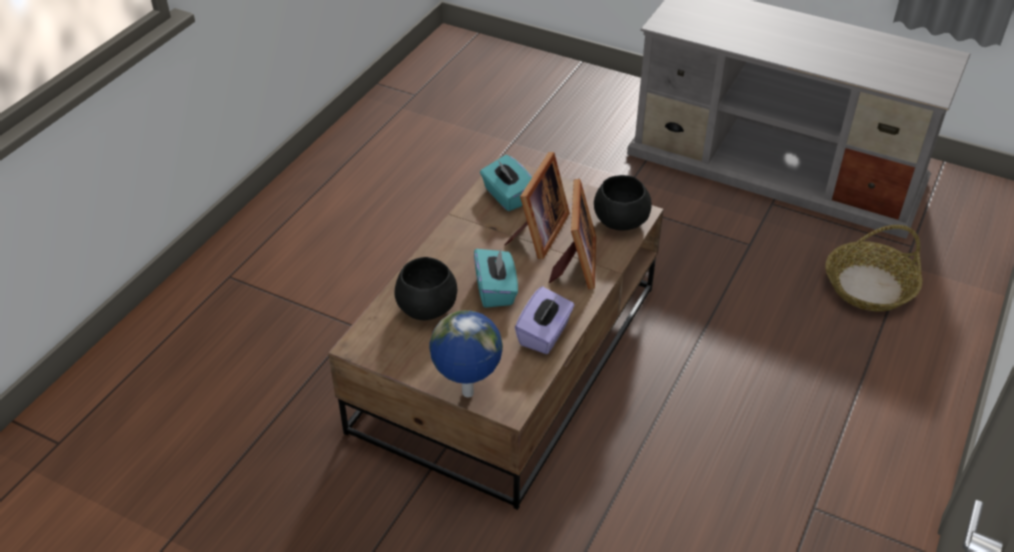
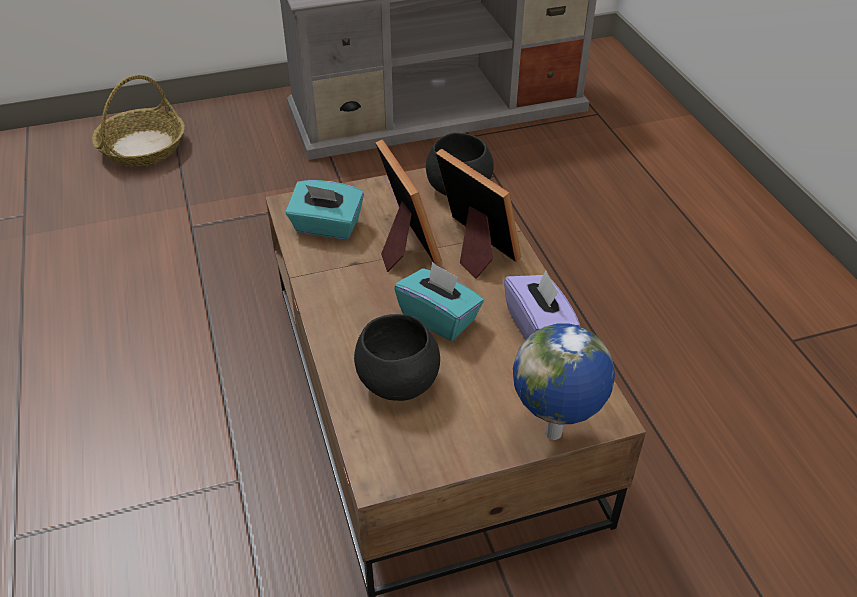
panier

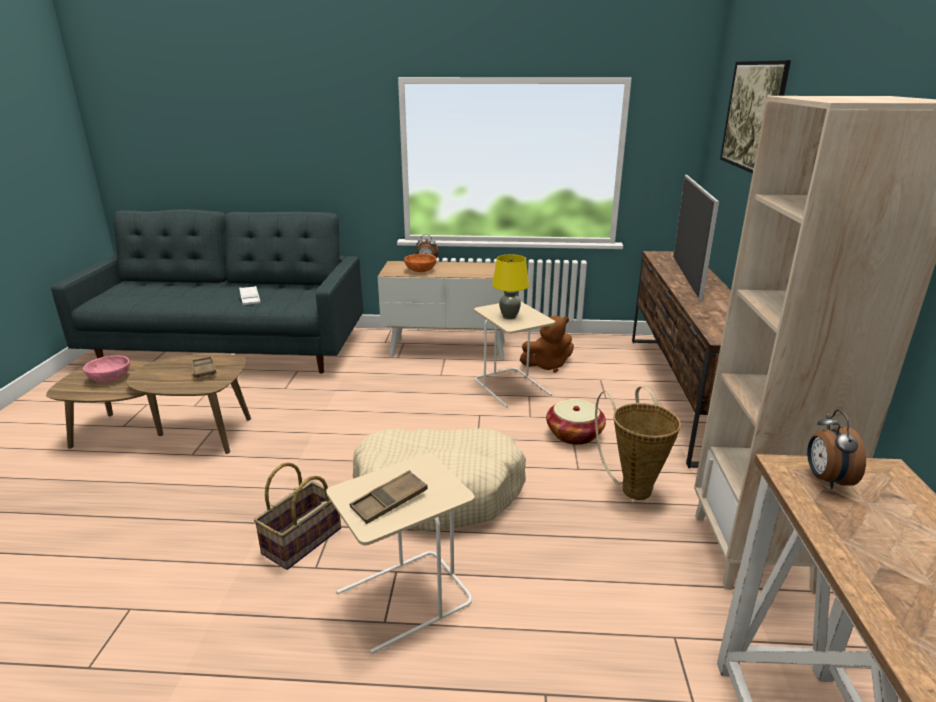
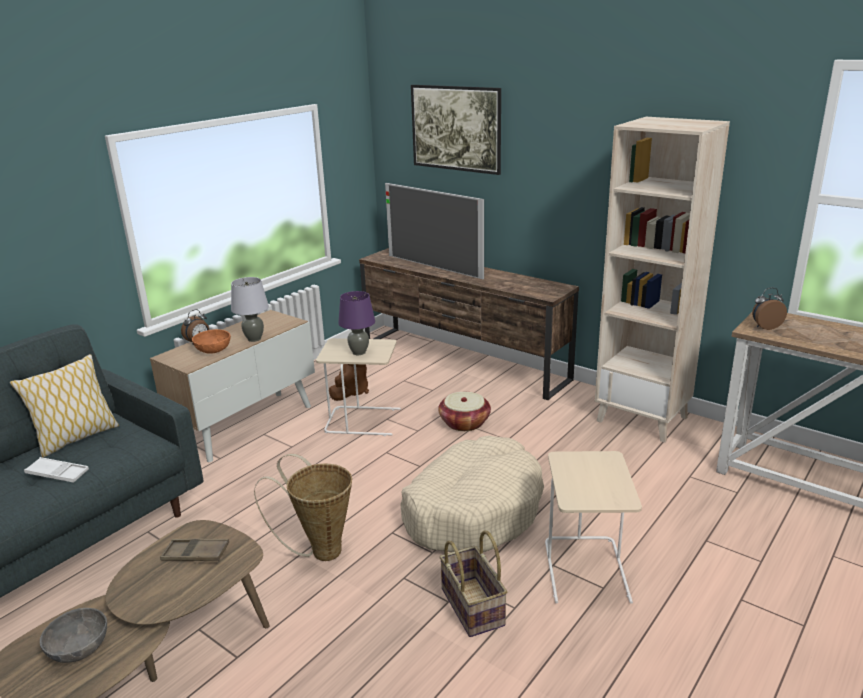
coussin
bol/gris
lampe de table/gris
panier (no. 1 from left)
lampe de table/violet
réveil (no. 2 from left)
plateau/marron (no. 2 from left in the first image)

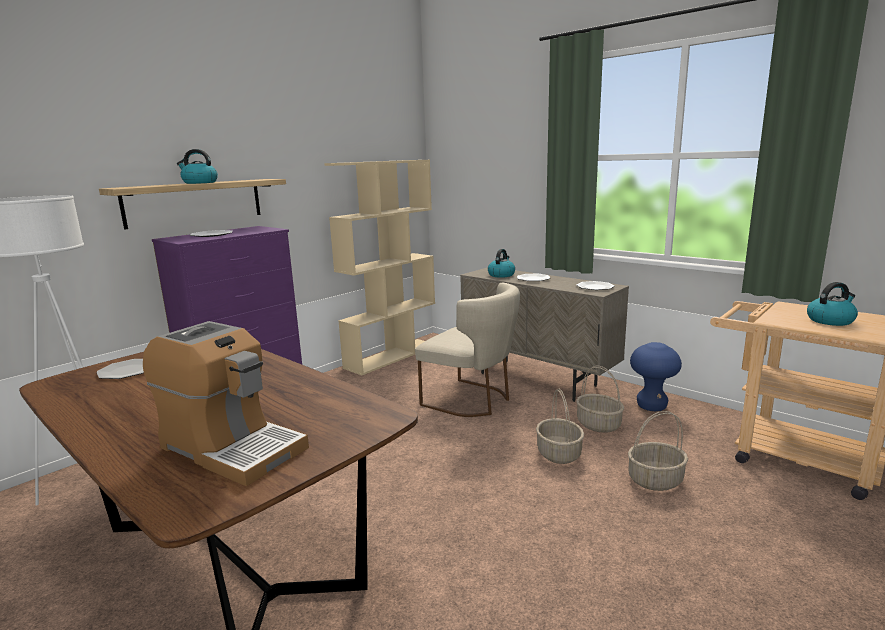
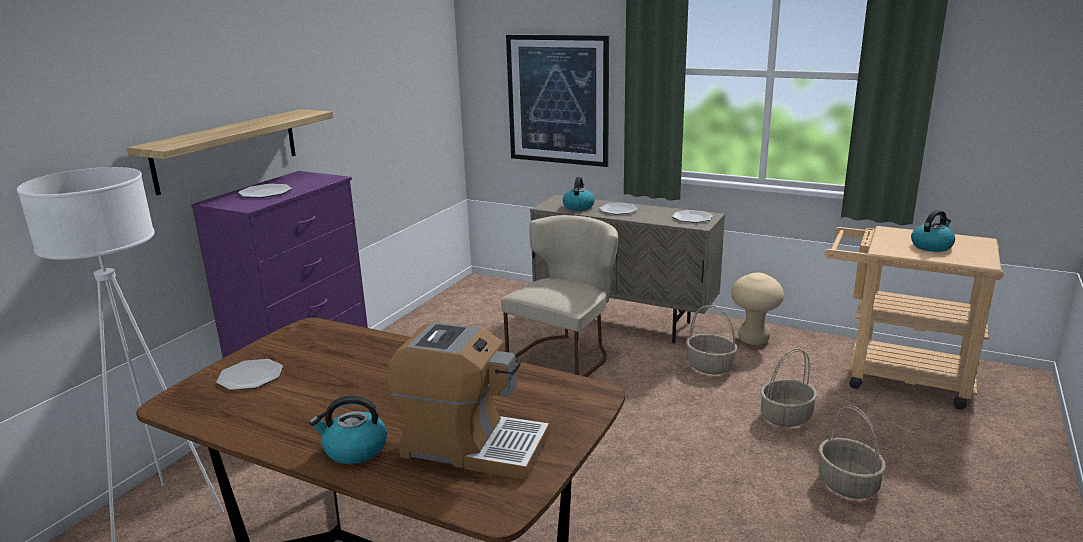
bouilloire (no. 1 from left)
chaise/beige
tableau
tabouret/beige
panier (no. 3 from left)
bibliothèque/beige

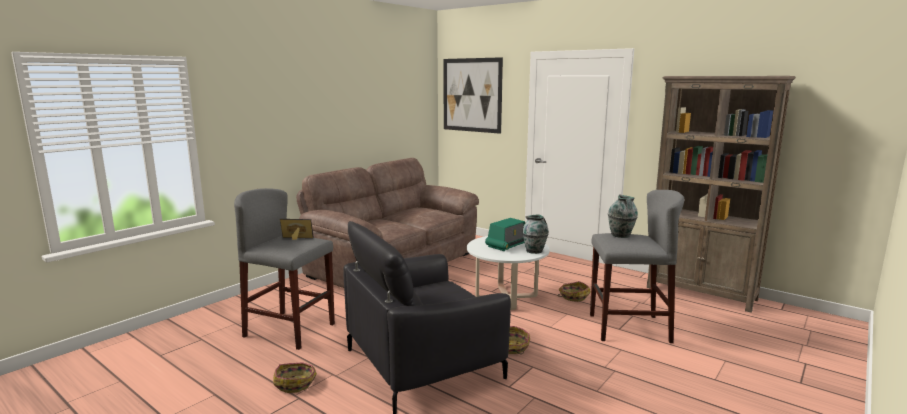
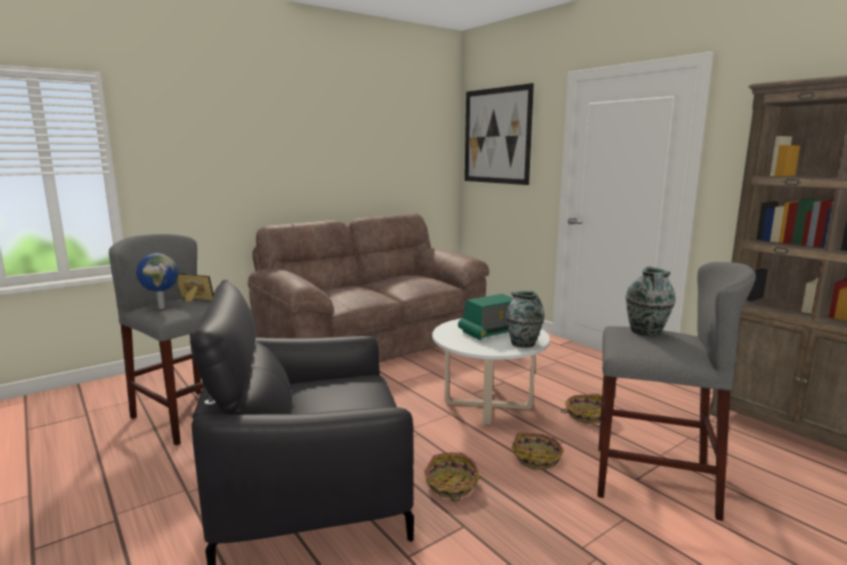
globe
panier (no. 2 from left)

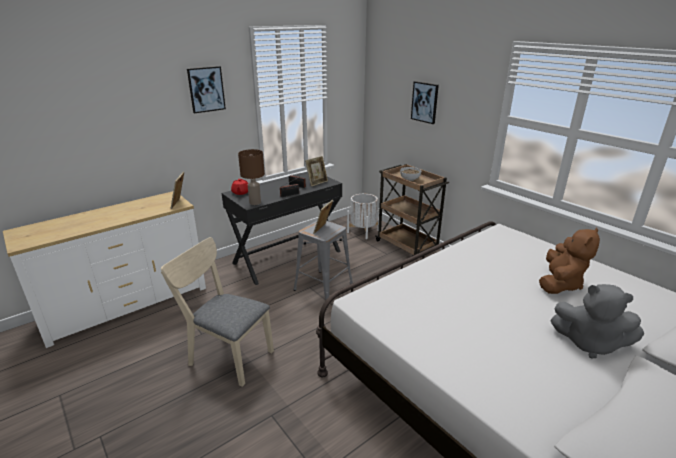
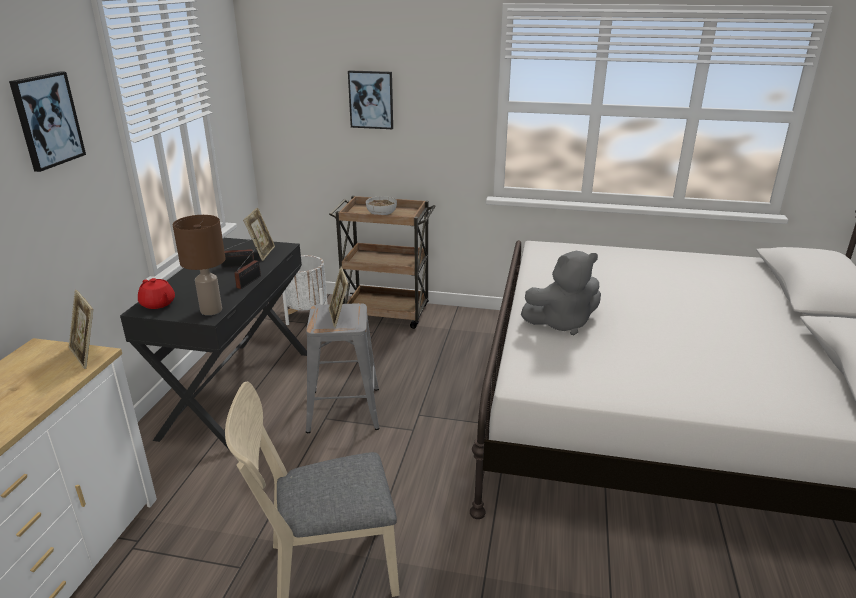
peluche/gris
peluche/marron

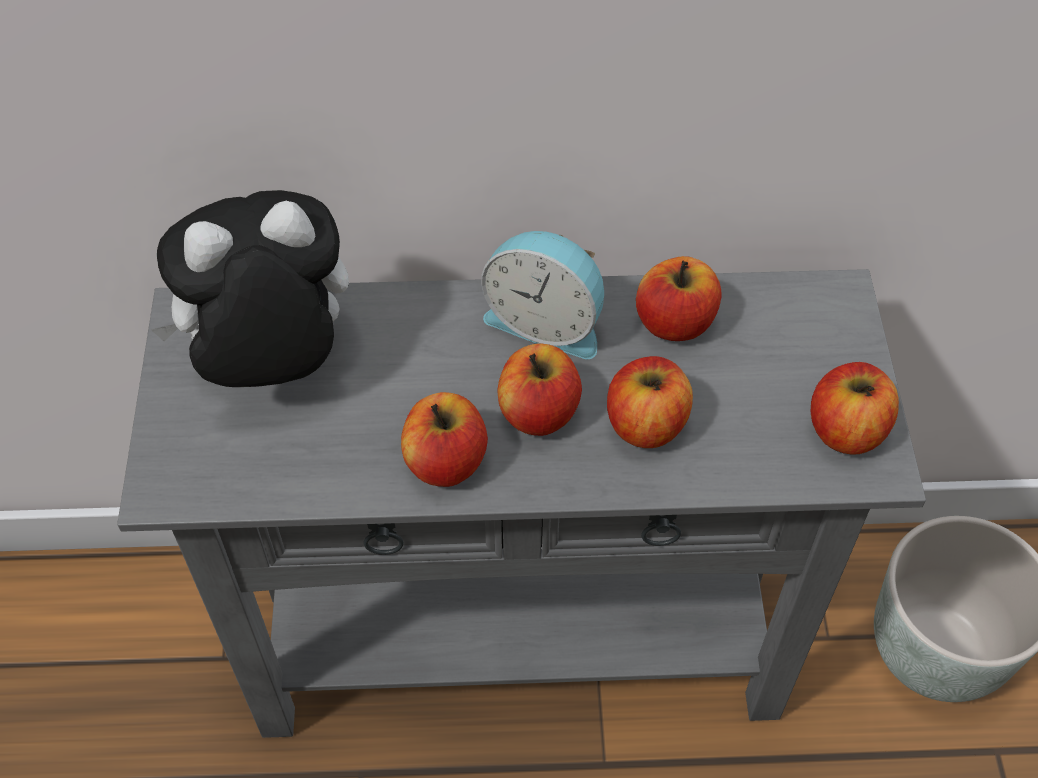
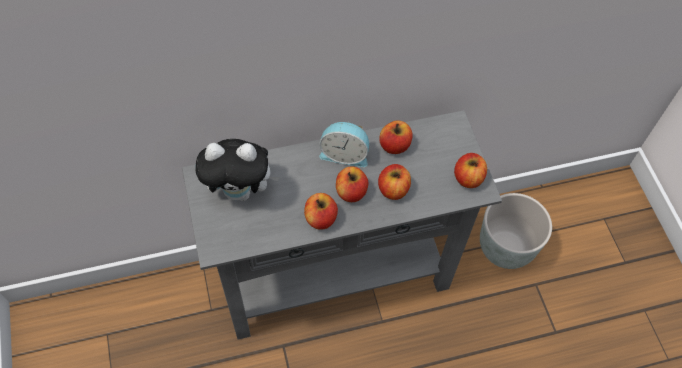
peluche

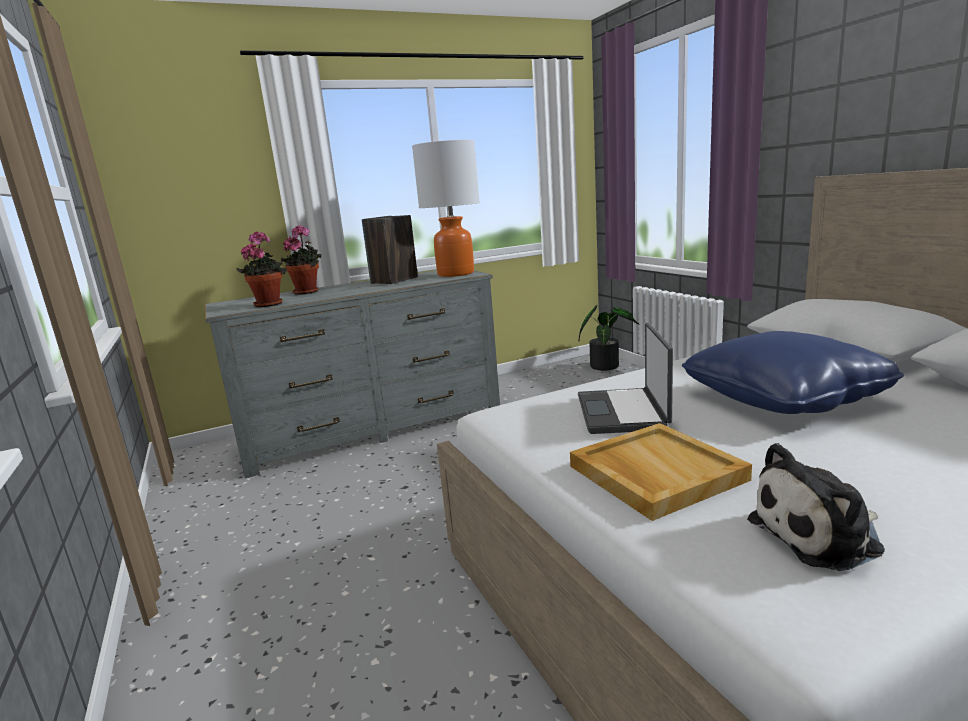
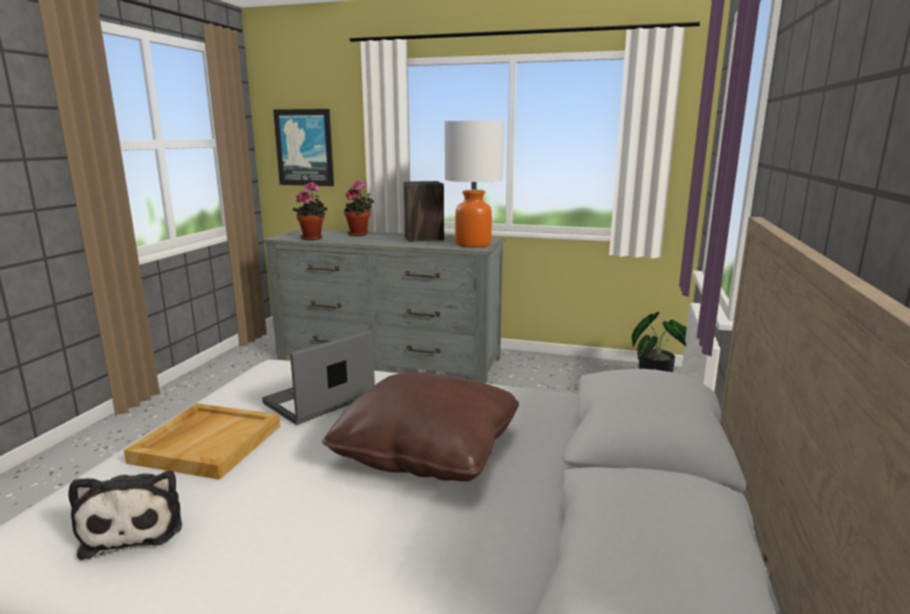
peluche
tableau
coussin/marron

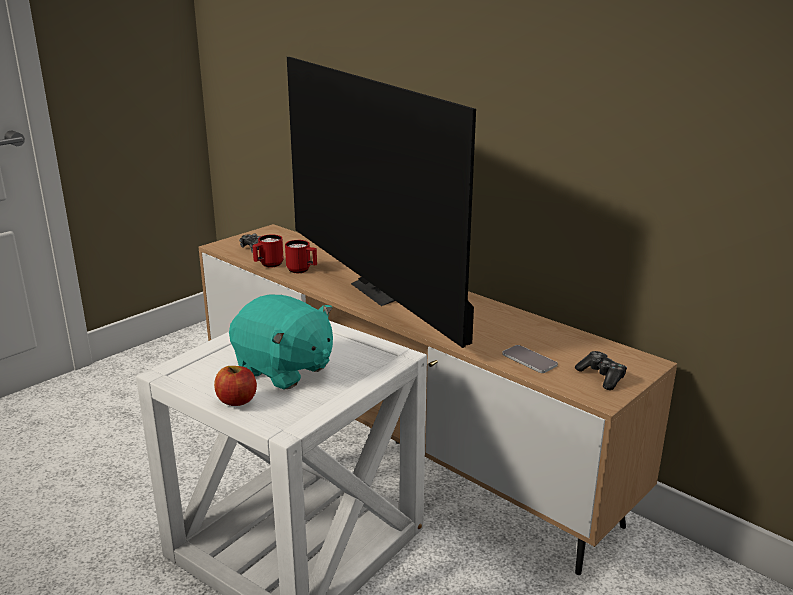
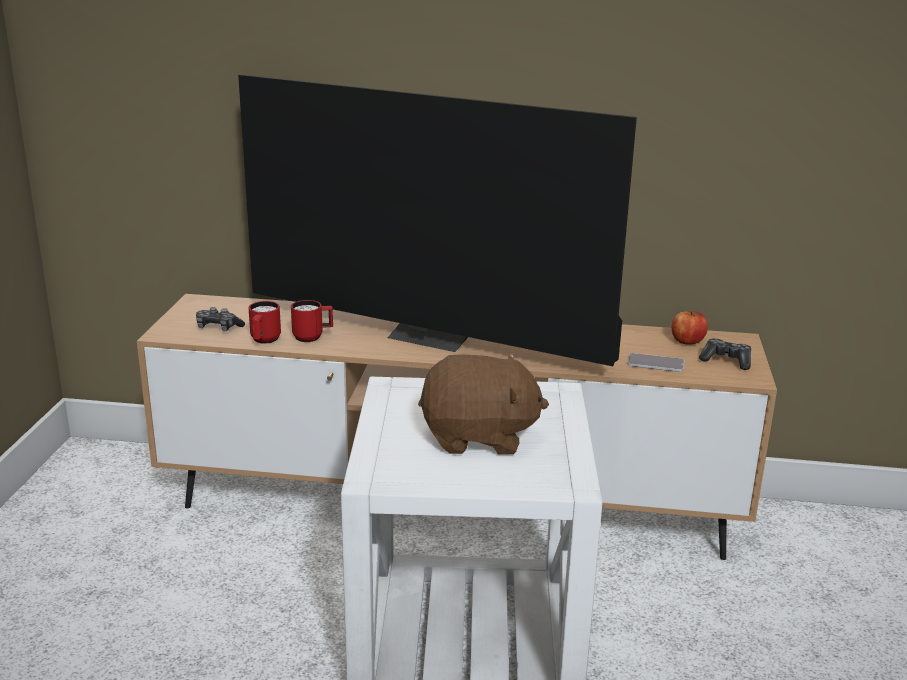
peluche/marron
pomme

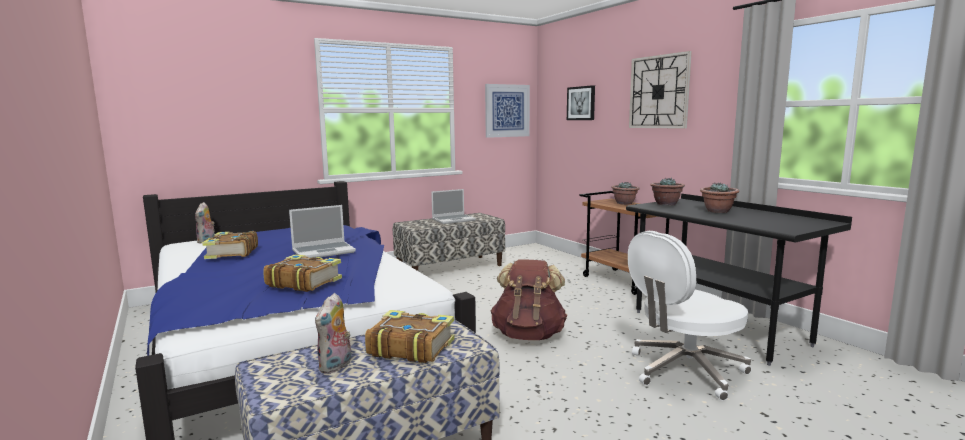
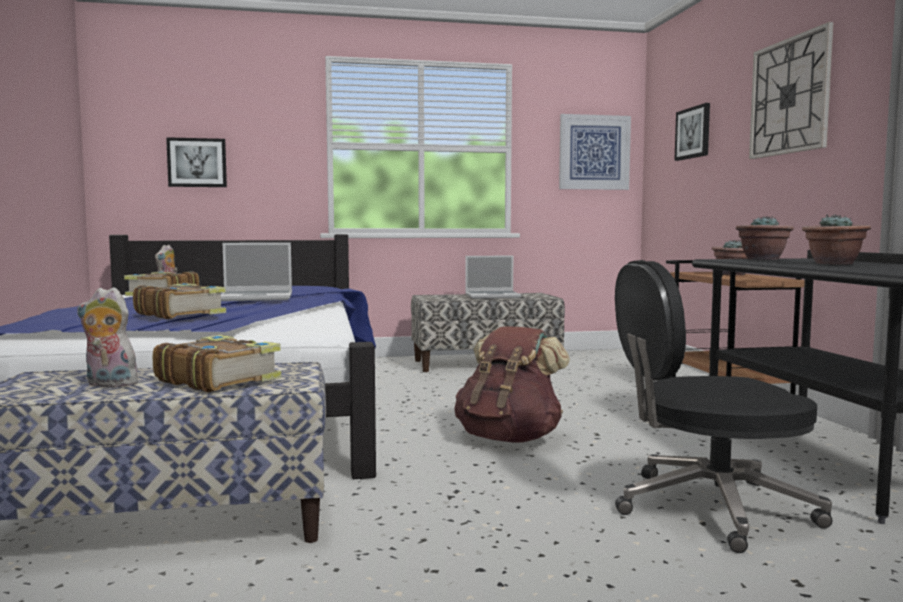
peluche (no. 1 from left)
tableau (no. 1 from left)
chaise de bureau/noir

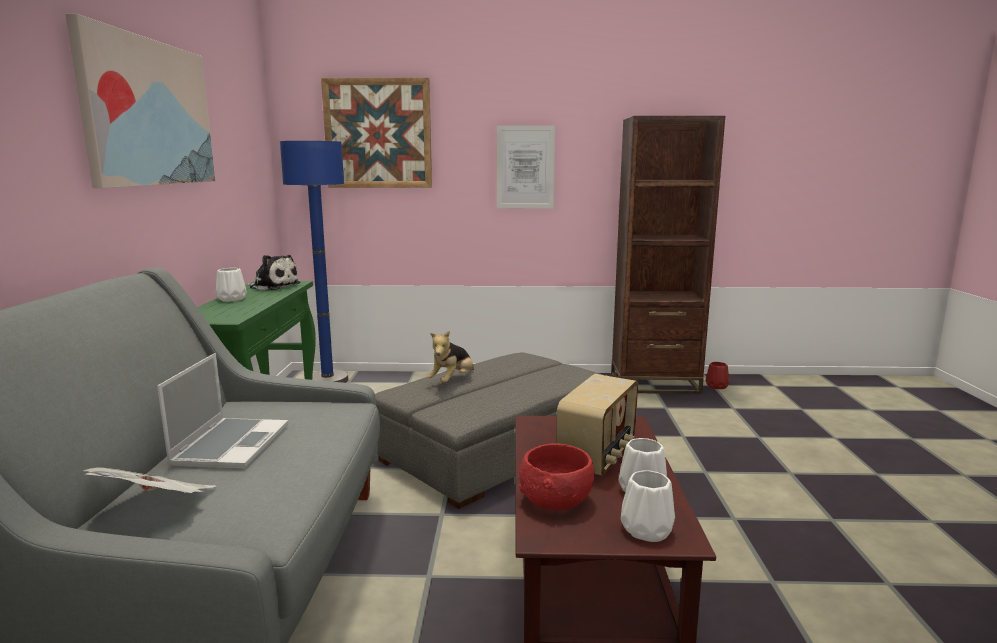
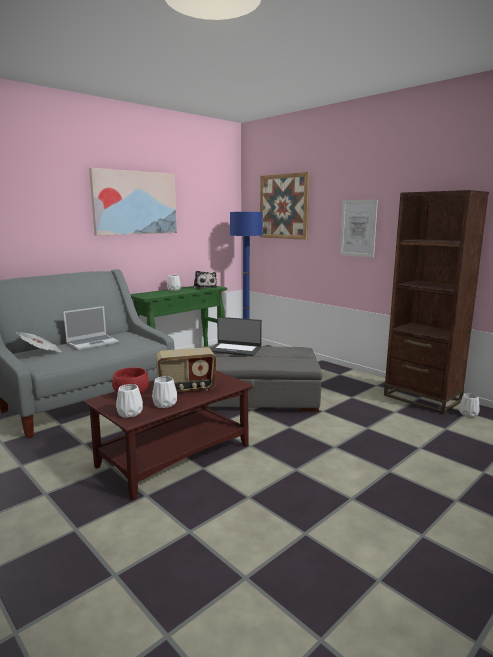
ordinateur portable (no. 2 from left)
vase/blanc (no. 4 from left)

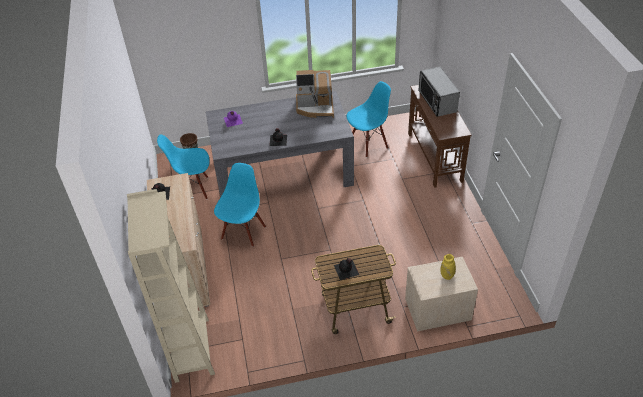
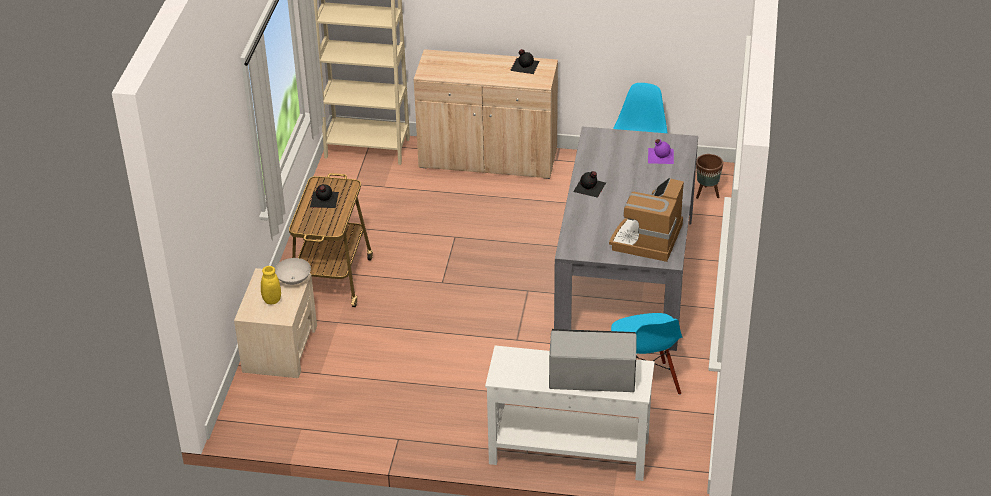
bol/blanc
table console/blanc
chaise/bleu (no. 2 from left in the first image)

